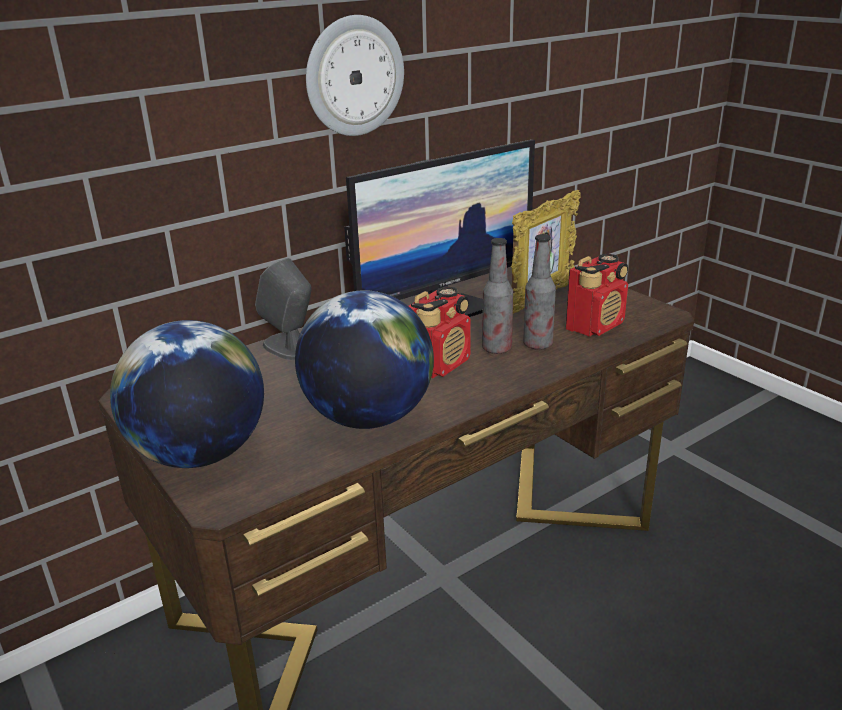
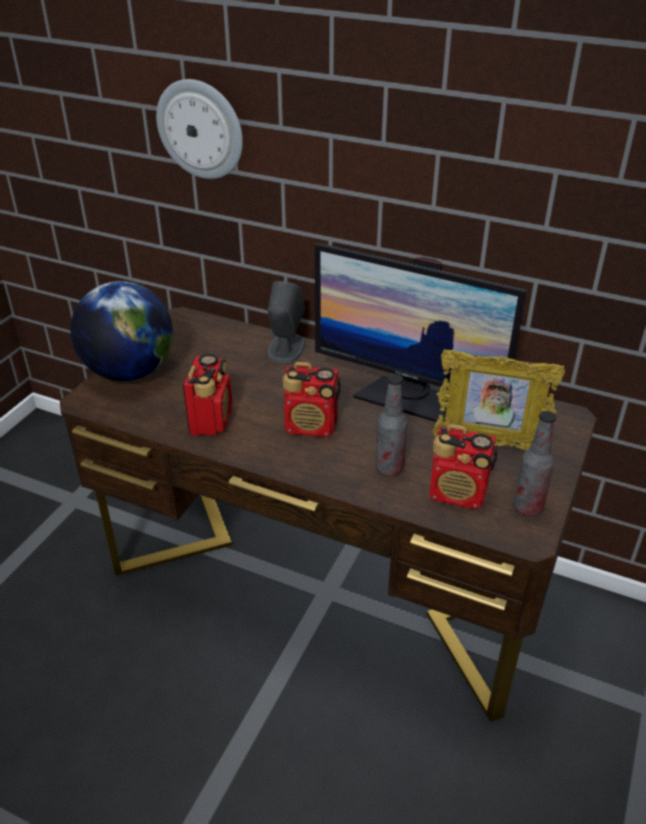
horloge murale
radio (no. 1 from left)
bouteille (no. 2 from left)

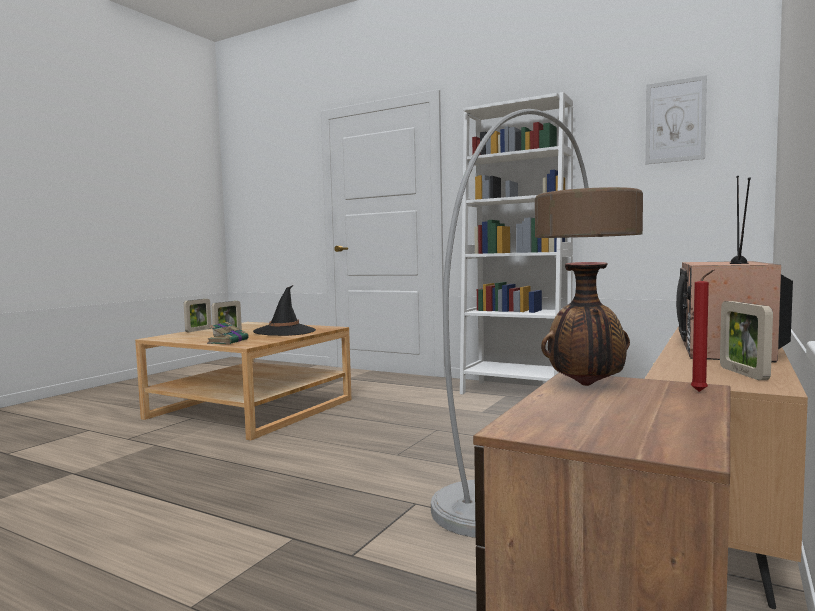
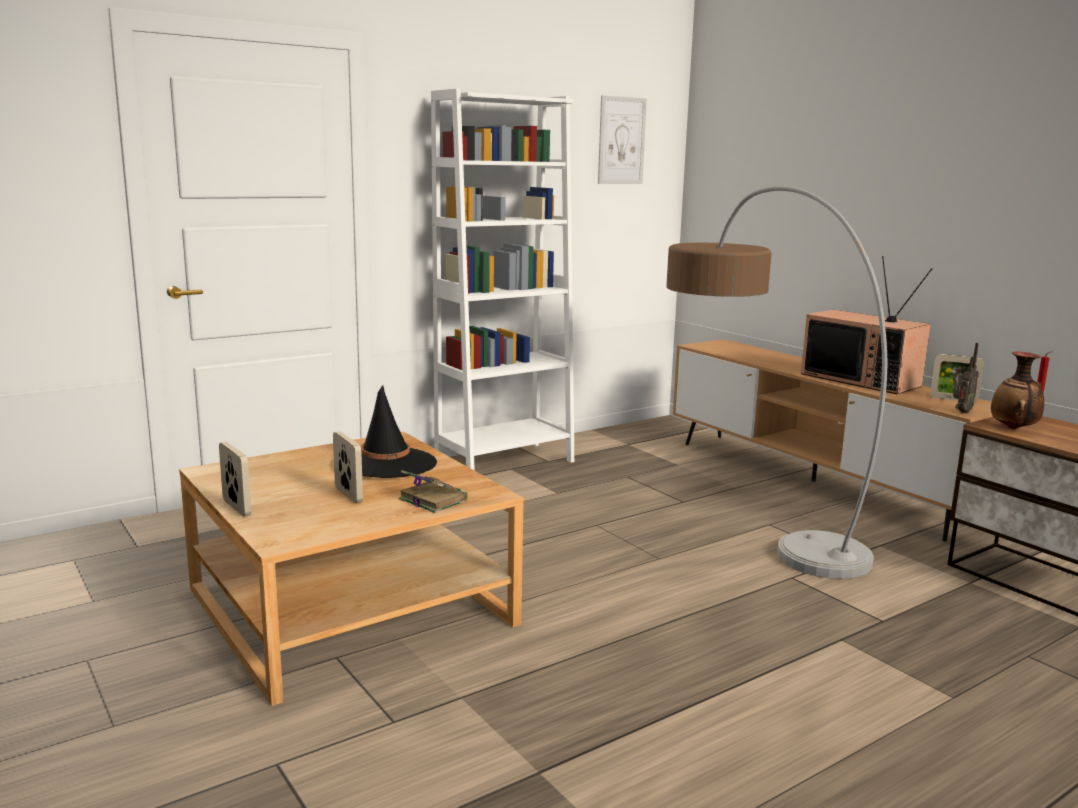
radio

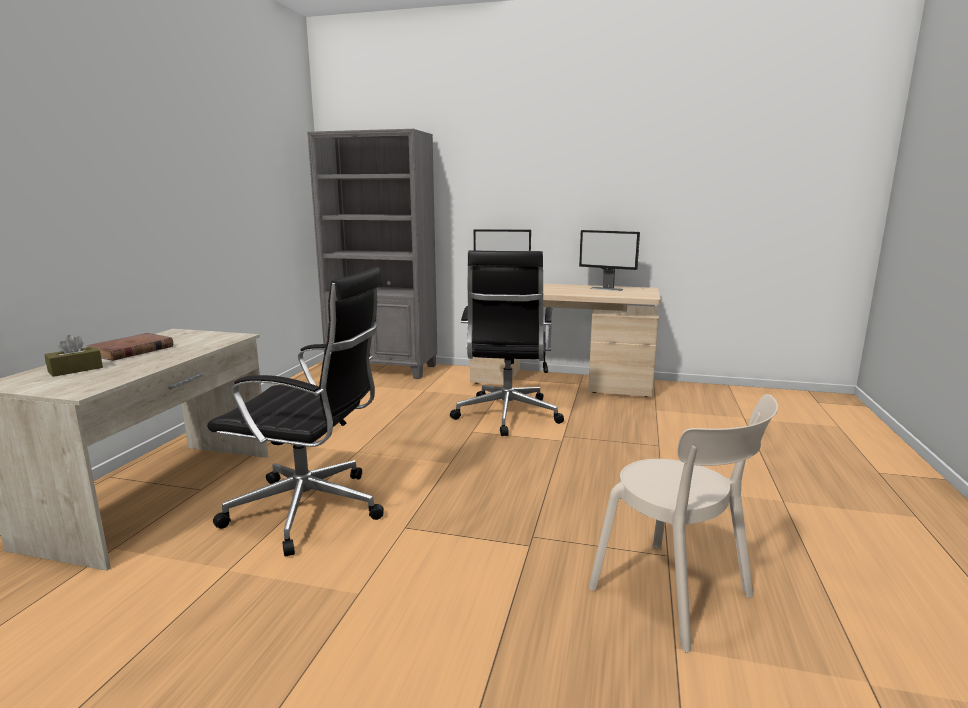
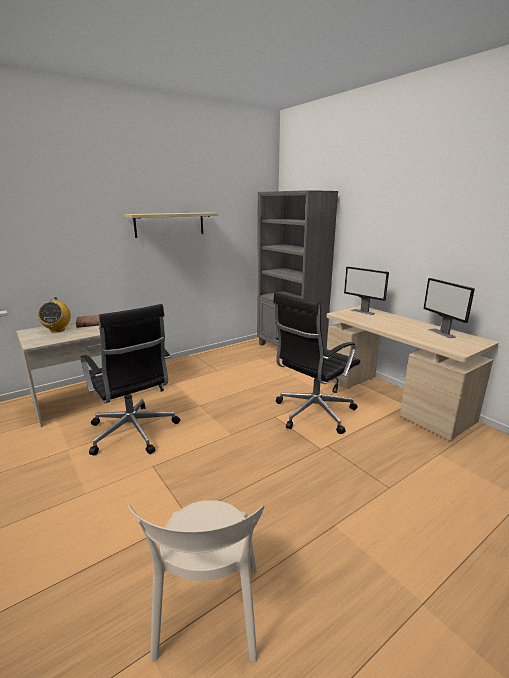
radio
étagère

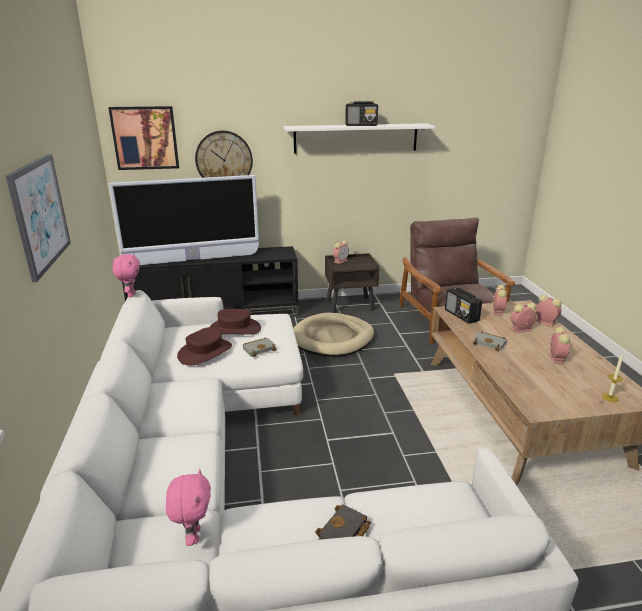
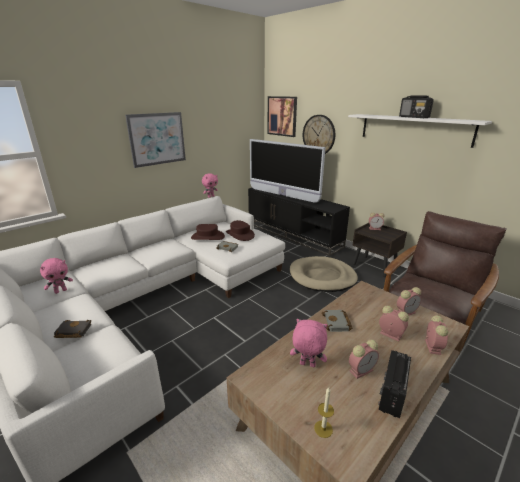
peluche/rose (no. 3 from left)
radio (no. 1 from left)

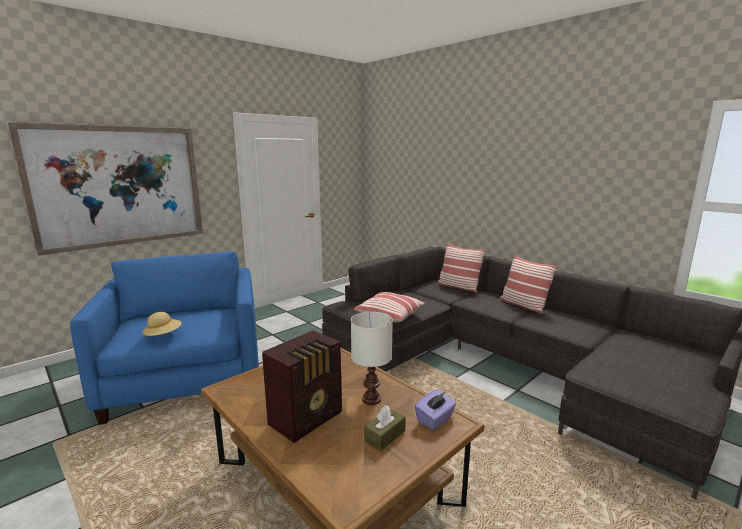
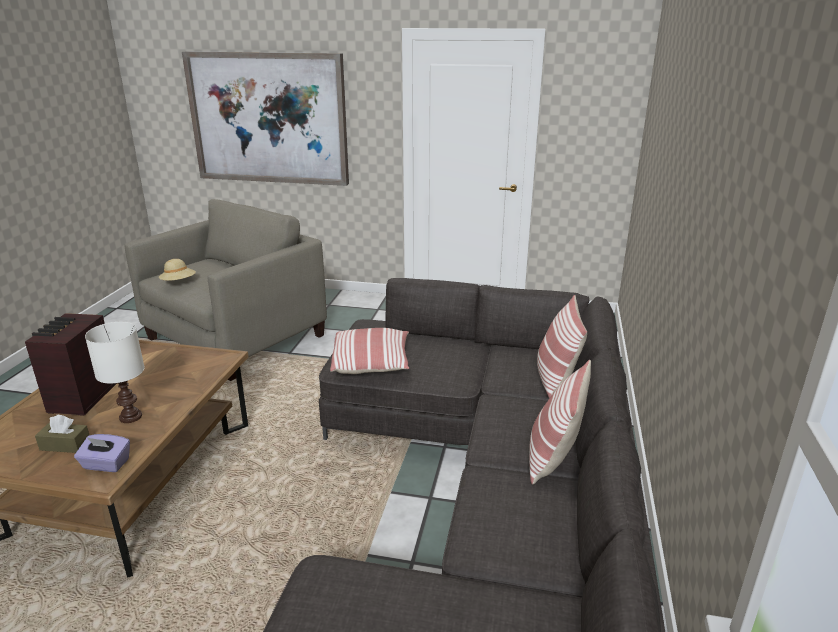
radio
fauteuil/beige

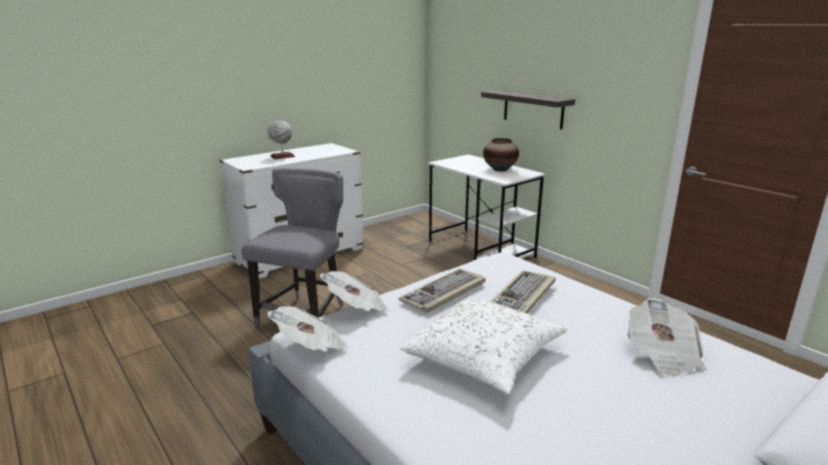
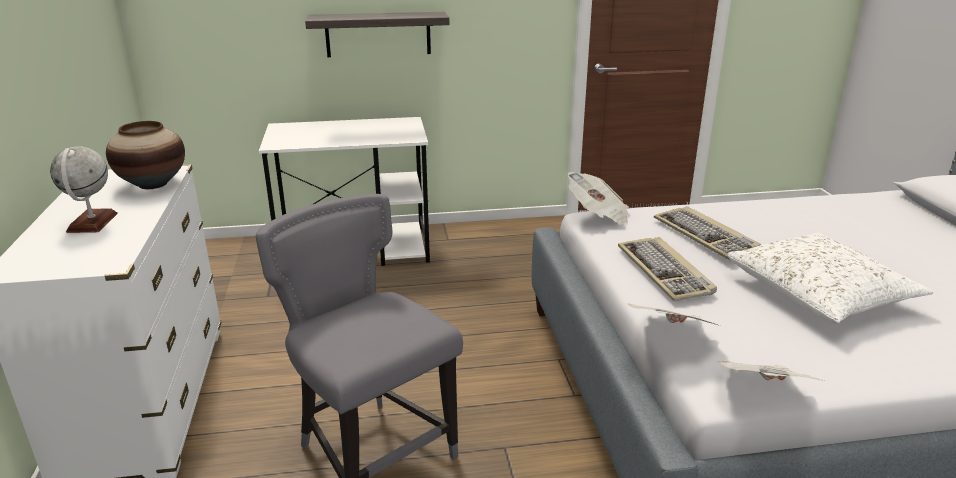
vase
journal (no. 1 from left)

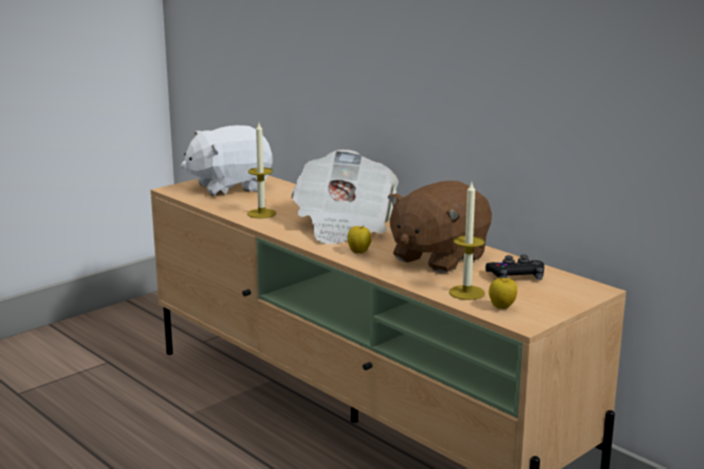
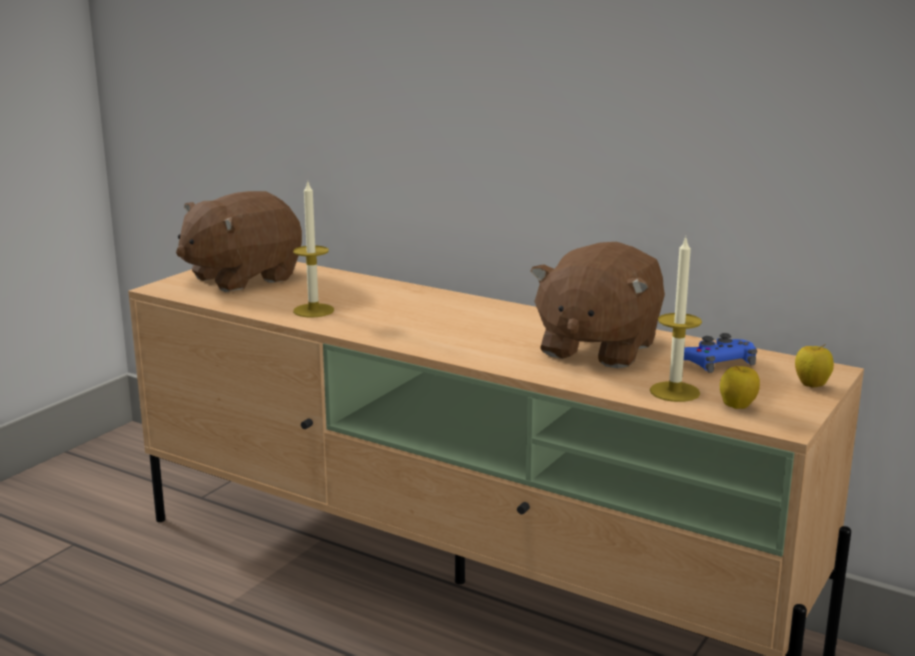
peluche/marron (no. 1 from left)
manette/bleu
pomme (no. 2 from left)
journal

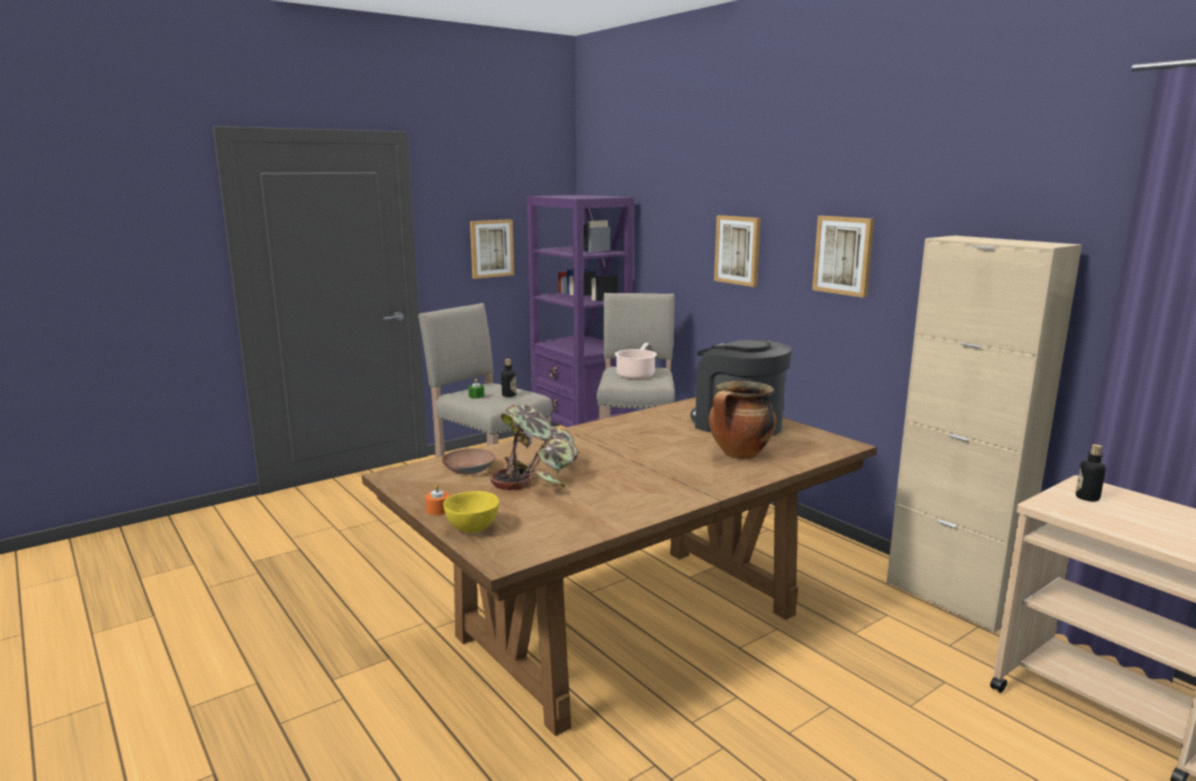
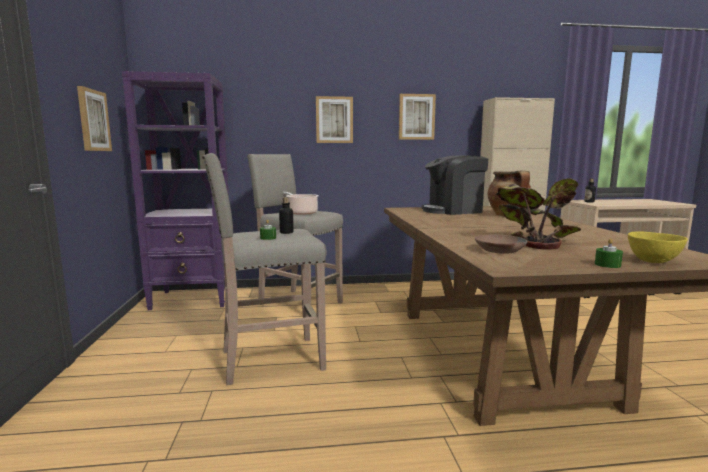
bougie/vert (no. 2 from left)

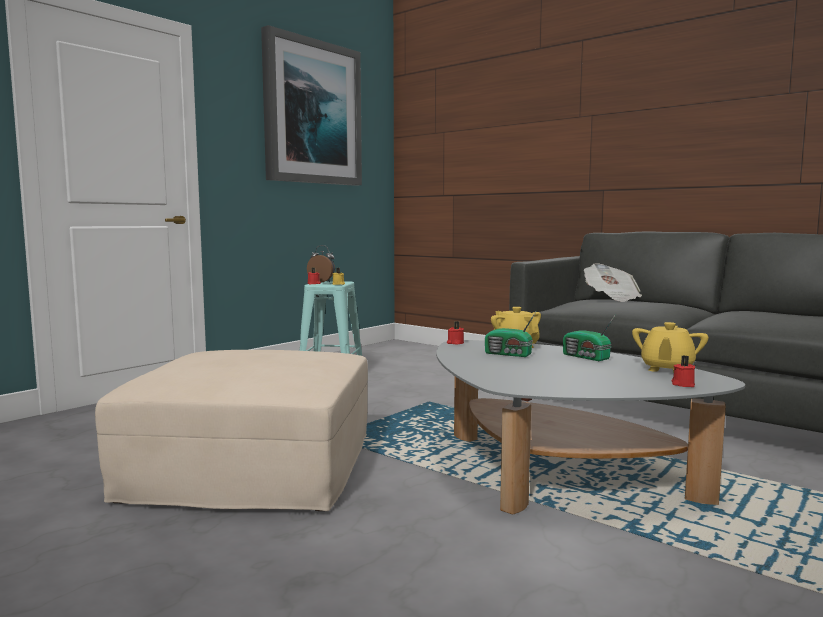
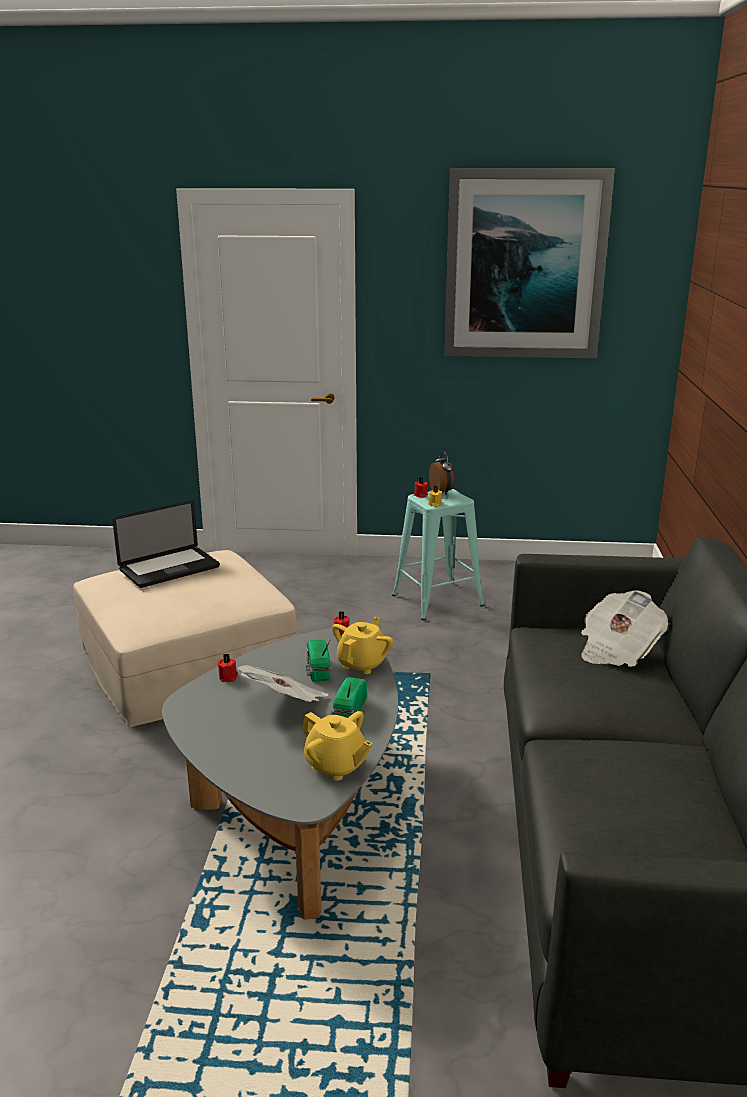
ordinateur portable
bougie/rouge (no. 1 from left)
journal (no. 1 from left)
théière/jaune (no. 1 from left)

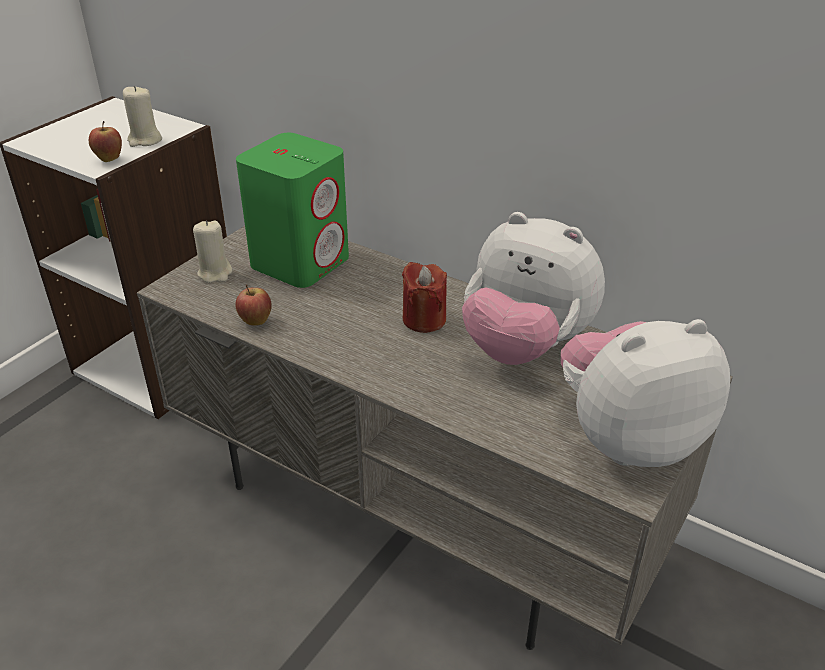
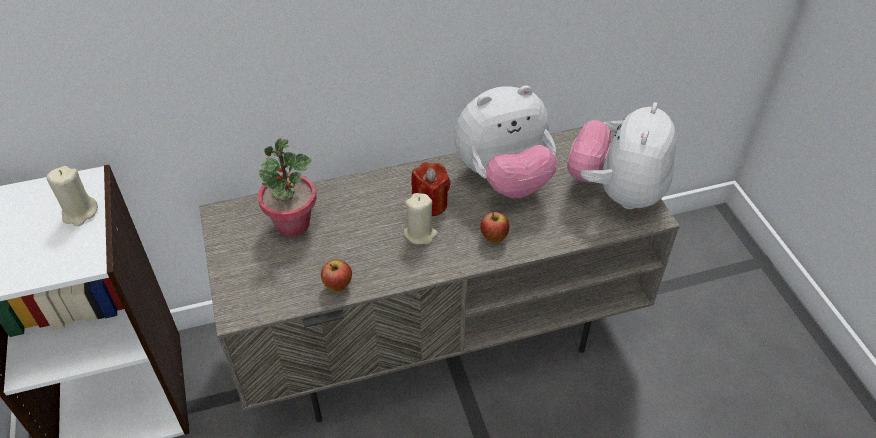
plante en pot
bougie/beige (no. 2 from left)
pomme (no. 2 from left)

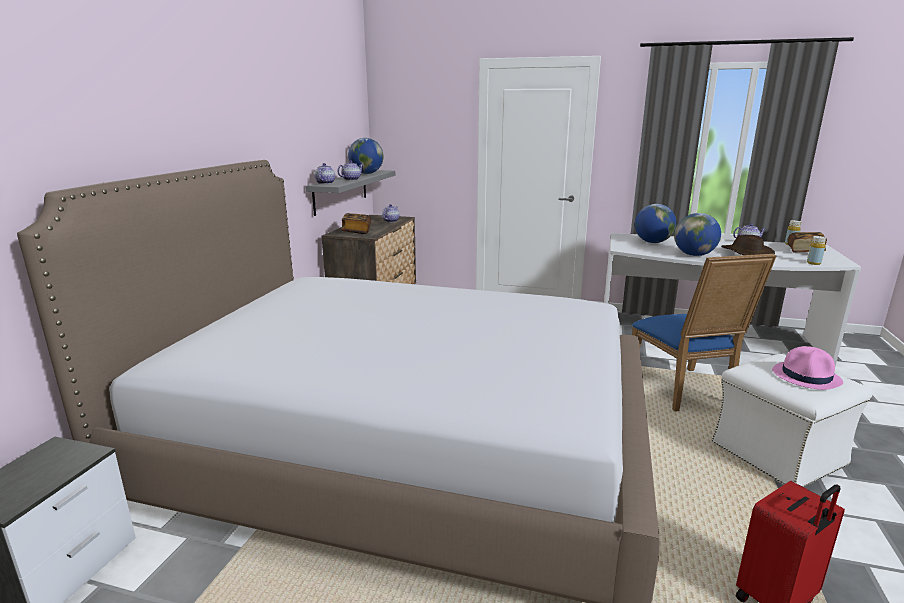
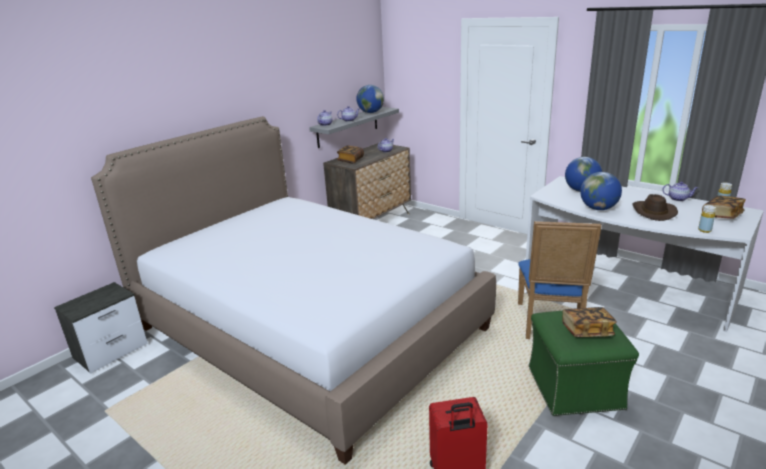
pouf/vert
livre (no. 2 from left)

